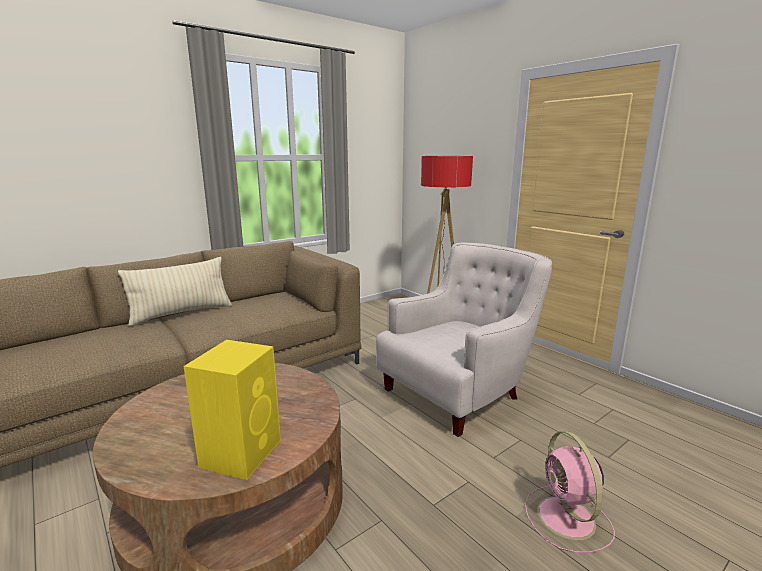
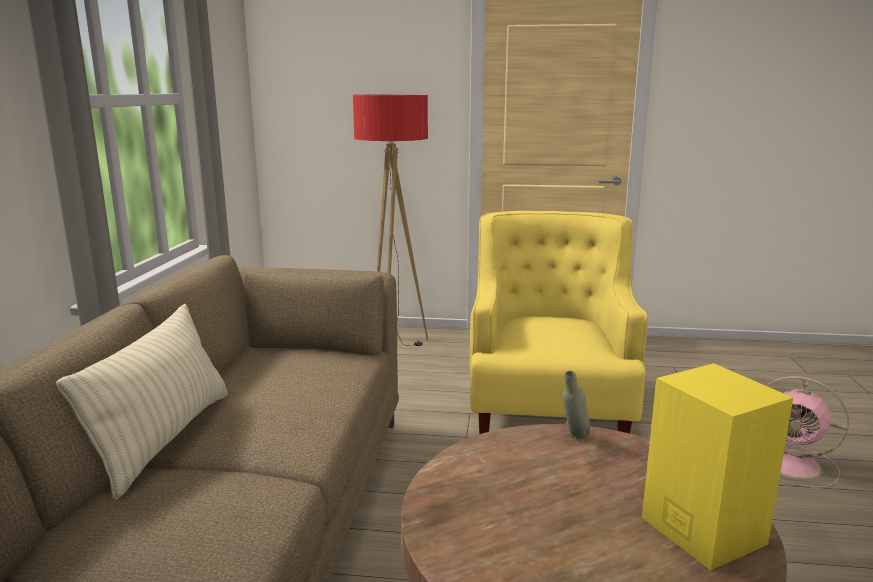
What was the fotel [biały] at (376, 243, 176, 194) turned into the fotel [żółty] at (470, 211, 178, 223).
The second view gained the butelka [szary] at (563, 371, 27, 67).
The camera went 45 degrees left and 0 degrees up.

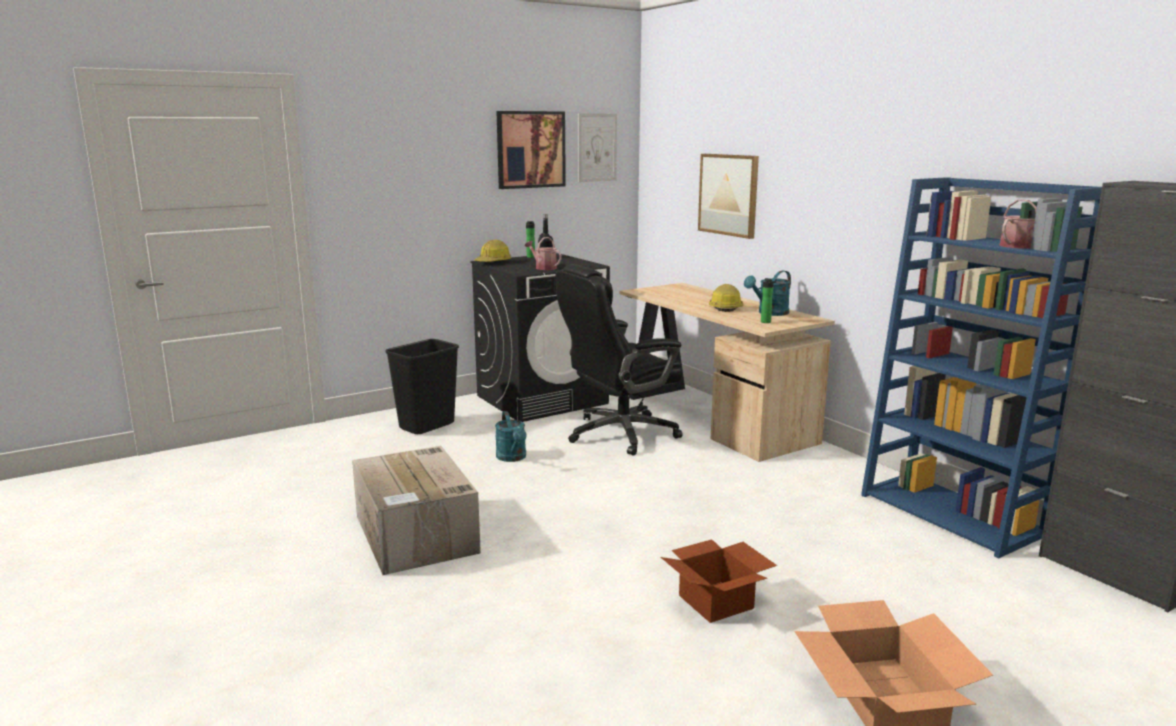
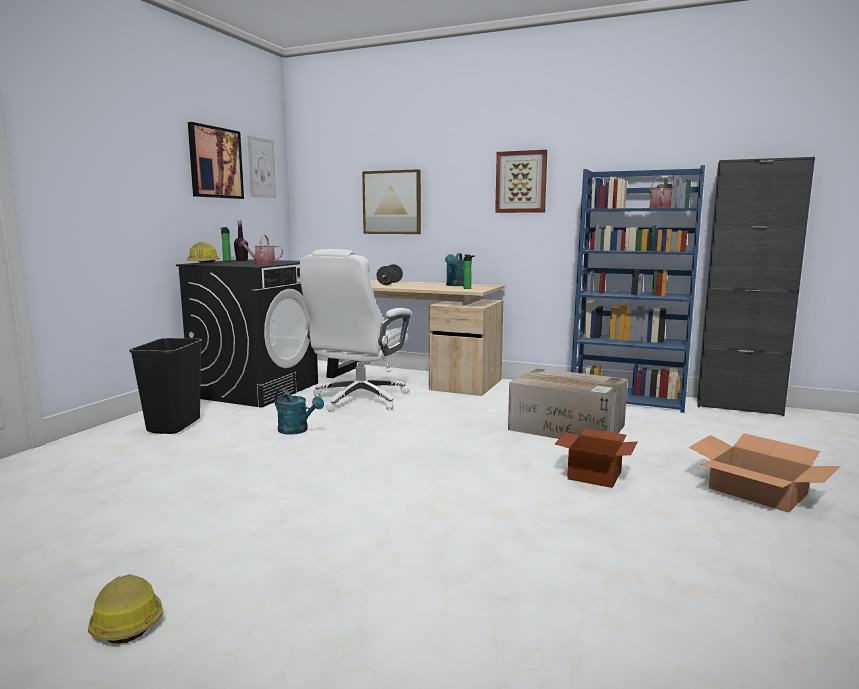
What was the krzesło biurowe [czarny] at (556, 264, 127, 192) turned into the krzesło biurowe [biały] at (300, 249, 112, 163).
The kask ended up elsewhere, having gone from (709, 284, 34, 28) to (88, 574, 75, 70).
The karton ended up elsewhere, having gone from (352, 446, 129, 129) to (508, 368, 120, 71).
The second view gained the obraz at (495, 150, 52, 63).
The second view gained the hantel [czarny] at (377, 264, 26, 21).
The camera went 35 degrees left and 5 degrees down.

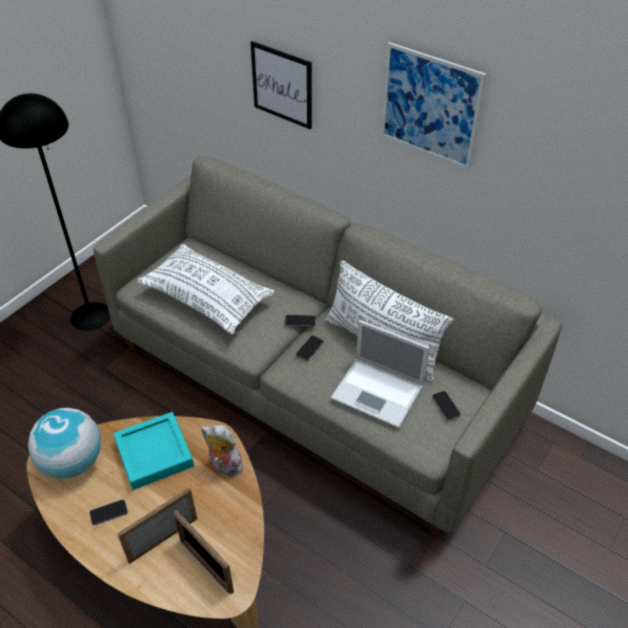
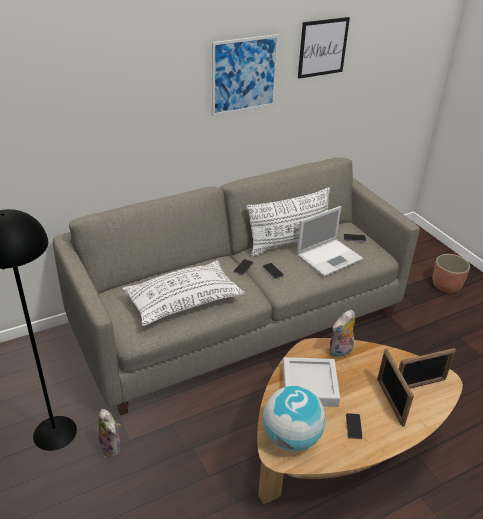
The obraz ended up elsewhere, having gone from (250, 41, 62, 88) to (298, 17, 52, 62).
What was the taca [turkusowy] at (113, 412, 81, 78) turned into the taca [szary] at (283, 357, 57, 50).
The second view gained the donica at (433, 254, 37, 39).
The second view gained the pluszak at (98, 409, 23, 48).
The camera went 65 degrees left and 10 degrees down.

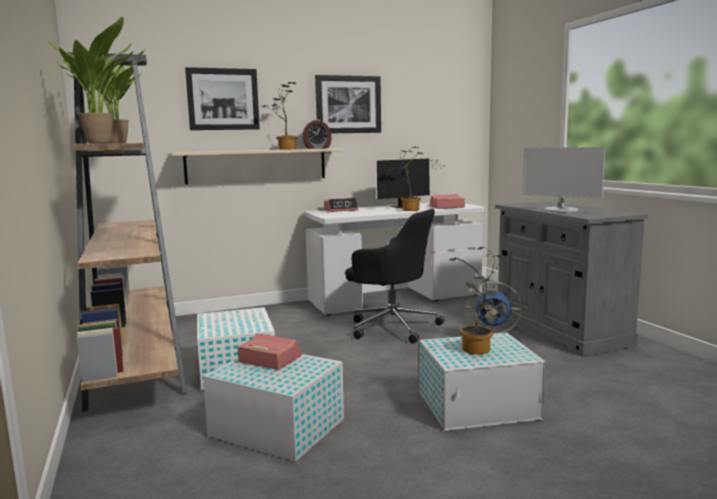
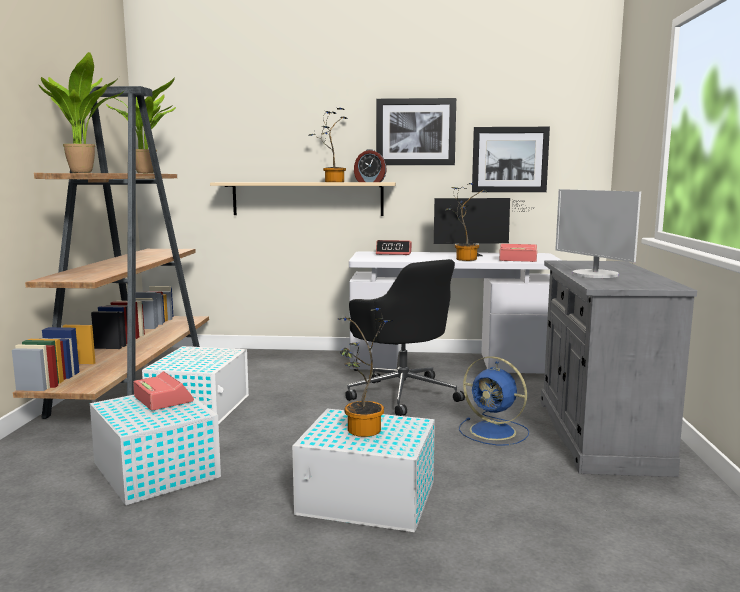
The obraz ended up elsewhere, having gone from (185, 67, 75, 63) to (472, 127, 78, 65).
The camera went 25 degrees right and 0 degrees up.

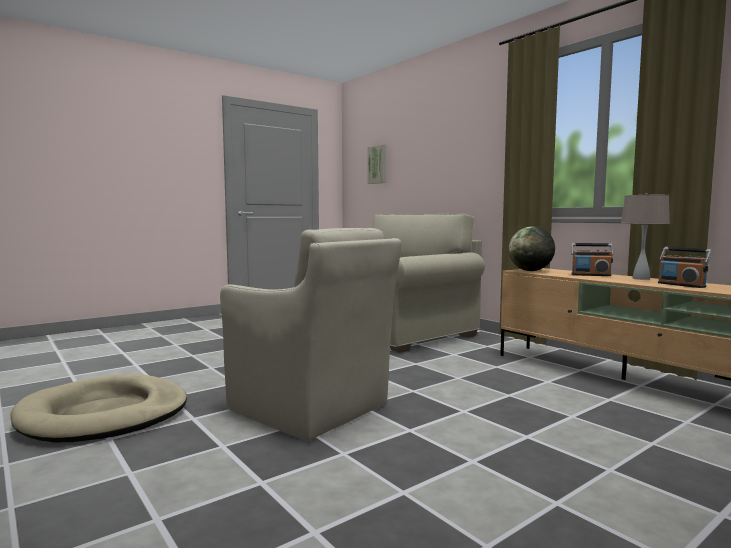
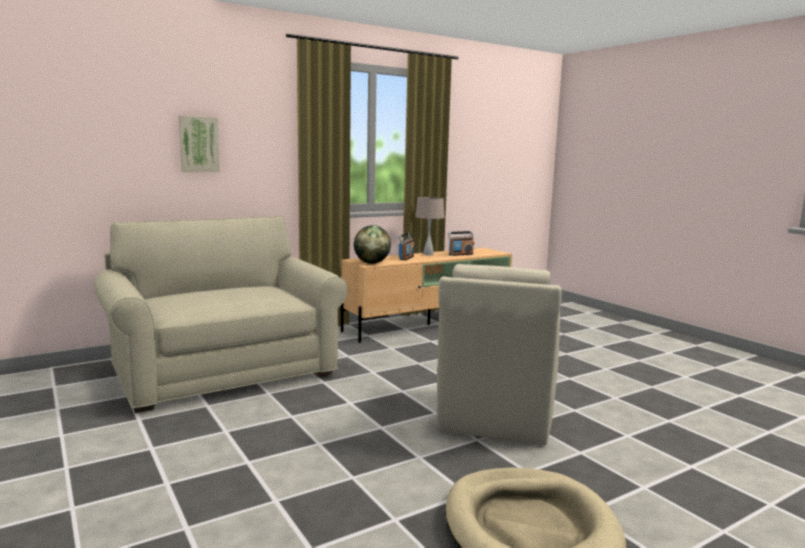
The obraz ended up elsewhere, having gone from (368, 144, 18, 40) to (179, 116, 41, 56).
The fotel [beżowy] at (220, 228, 181, 213) ended up facing another way, 150 degrees clockwise from before.
The camera went 85 degrees left and 5 degrees up.

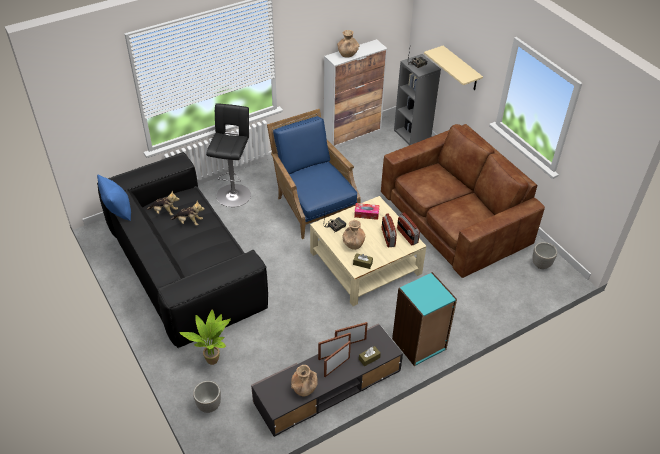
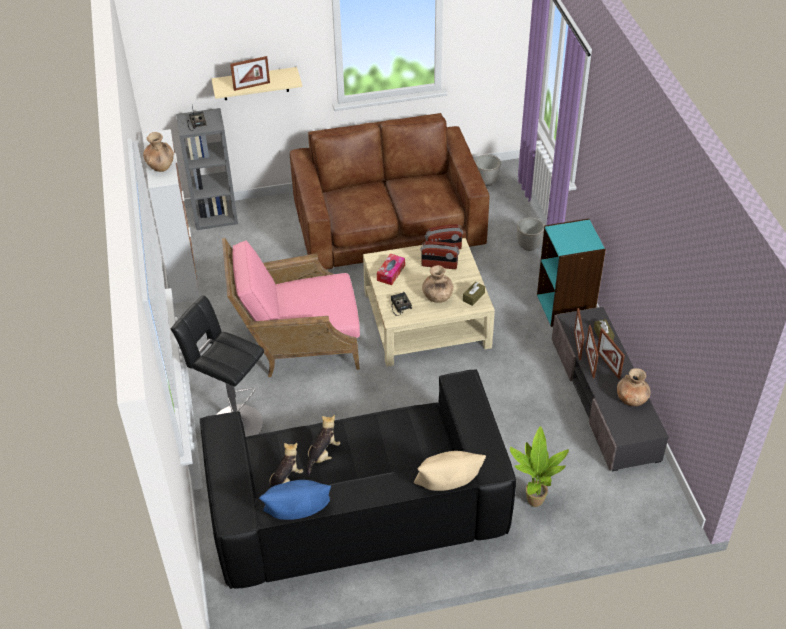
What was the fotel [niebieski] at (267, 109, 94, 130) turned into the fotel [różowy] at (222, 238, 138, 139).
The donica ended up elsewhere, having gone from (193, 381, 28, 32) to (517, 217, 27, 34).
The second view gained the ramka na zdjęcie at (230, 56, 40, 35).
The second view gained the poduszka [beżowy] at (414, 451, 72, 40).
The camera went 70 degrees left and 0 degrees up.

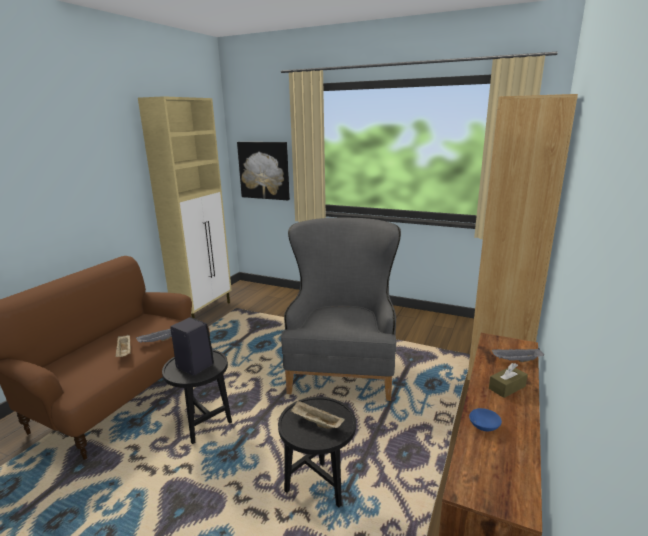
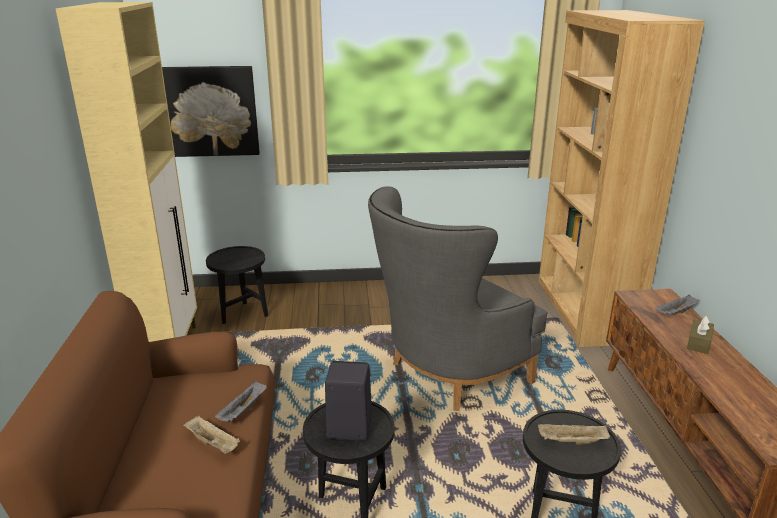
The fotel [szary] at (281, 218, 120, 183) ended up facing another way, 105 degrees counterclockwise from before.
The second view lost the miska [niebieski] at (469, 408, 33, 23).
The second view gained the stolik [czarny] at (206, 246, 62, 78).
The camera went 30 degrees left and 5 degrees up.

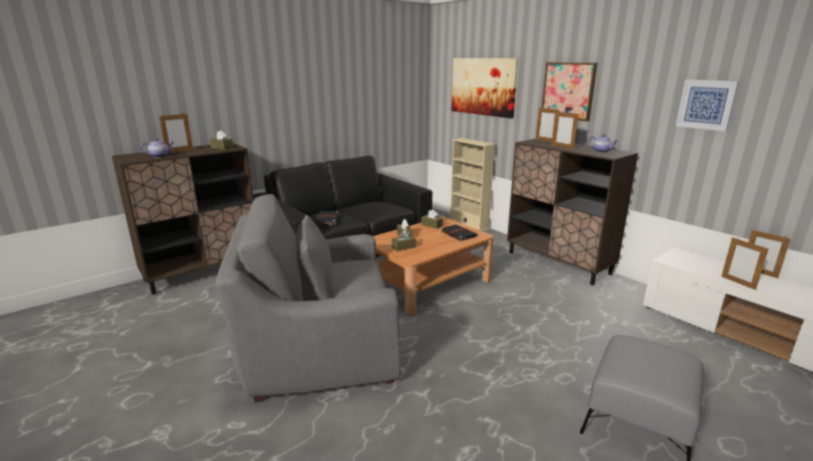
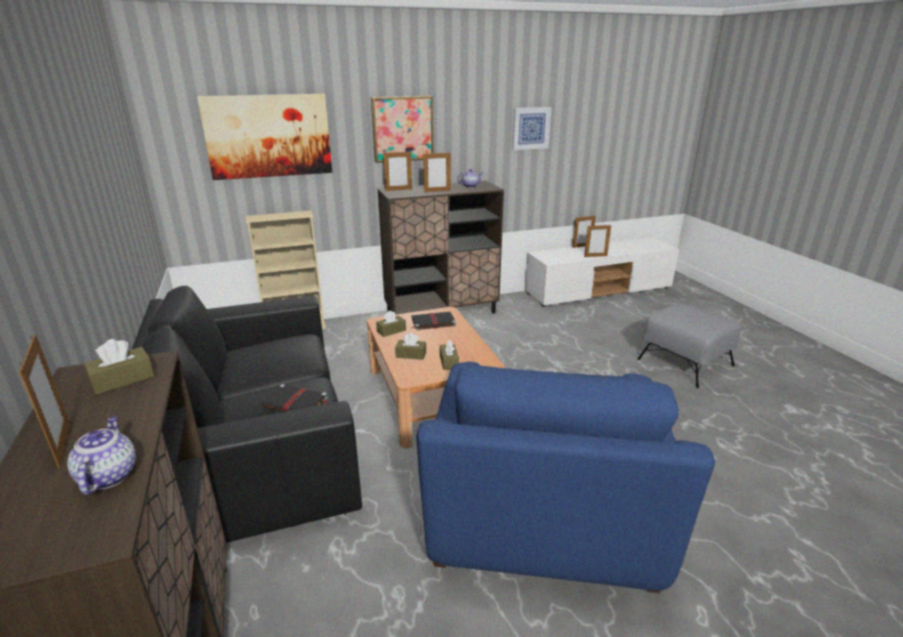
What was the fotel [szary] at (216, 194, 184, 209) turned into the fotel [niebieski] at (417, 362, 298, 231).
The camera went 70 degrees left and 5 degrees up.

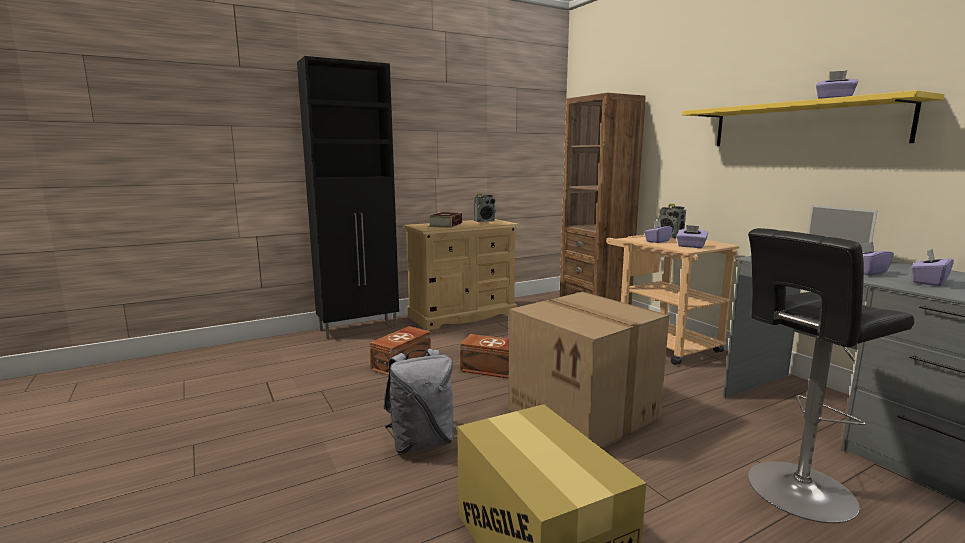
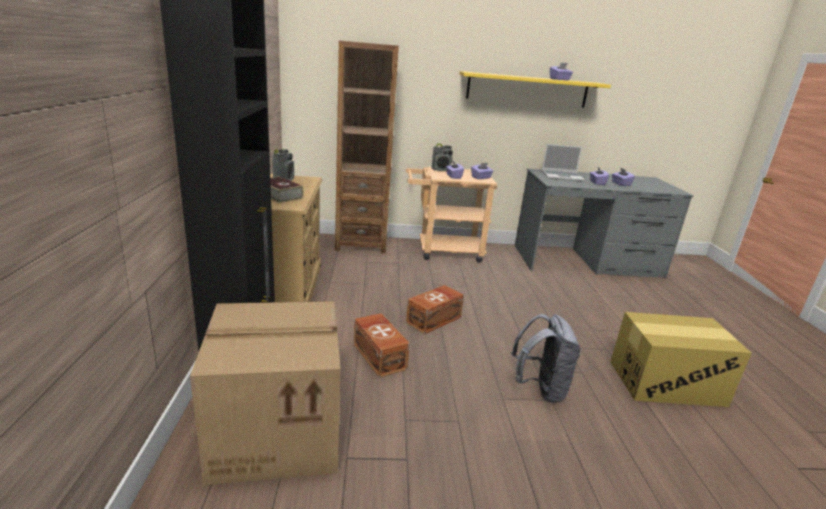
The second view lost the stołek [czarny] at (748, 228, 166, 295).
The karton ended up elsewhere, having gone from (508, 292, 161, 157) to (190, 301, 150, 184).
The camera went 65 degrees left and 10 degrees up.

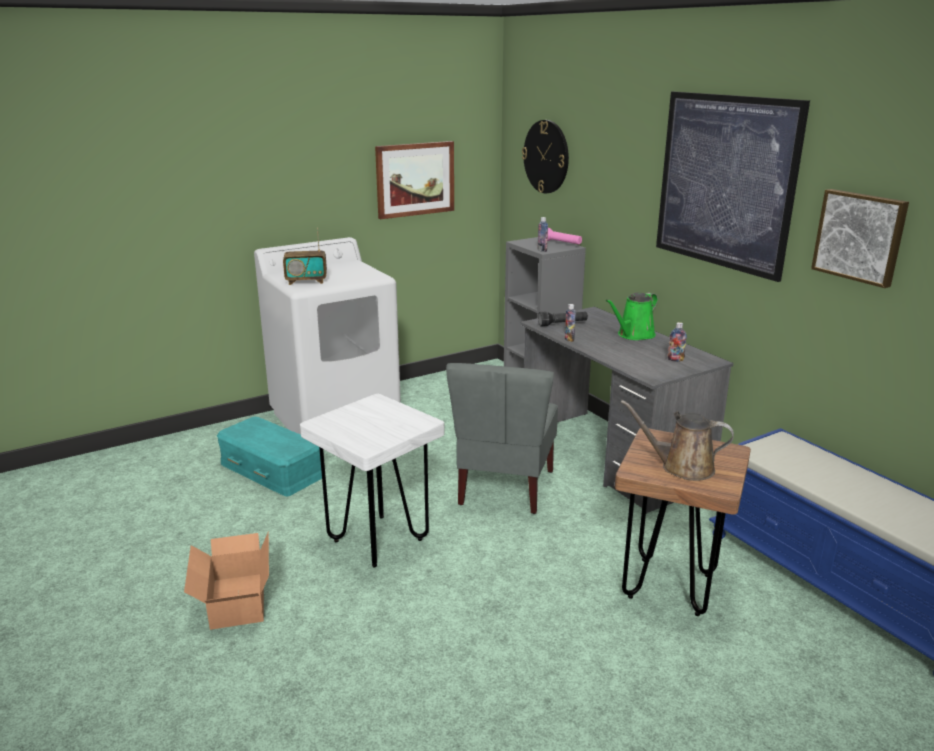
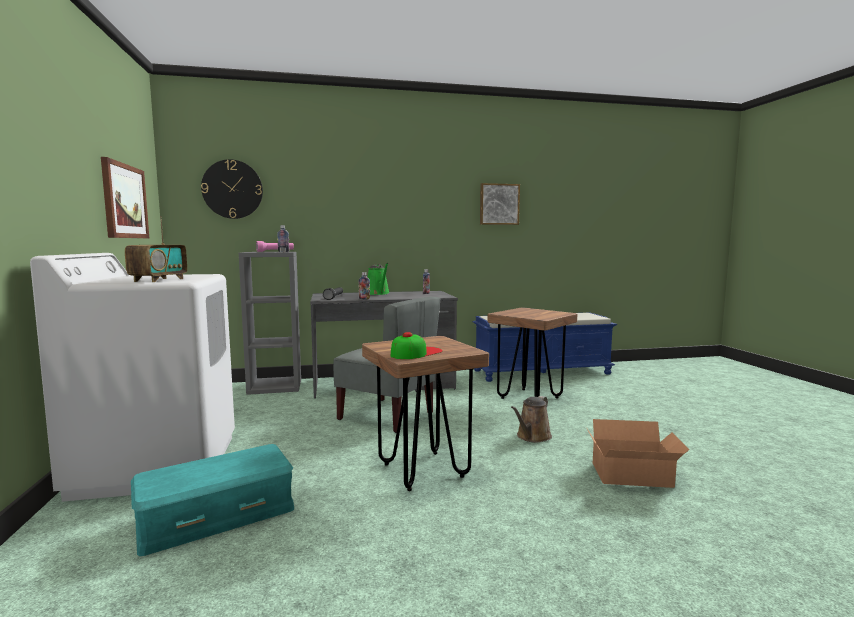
The second view lost the obraz at (656, 92, 154, 190).
What was the stołek [biały] at (300, 394, 145, 173) turned into the stołek [brązowy] at (362, 336, 127, 155).
The konewka [brązowy] ended up elsewhere, having gone from (621, 400, 113, 81) to (511, 396, 41, 47).
The karton ended up elsewhere, having gone from (184, 531, 85, 99) to (587, 419, 102, 69).
The second view gained the czapka z daszkiem at (391, 332, 52, 27).
The camera went 70 degrees left and 15 degrees down.

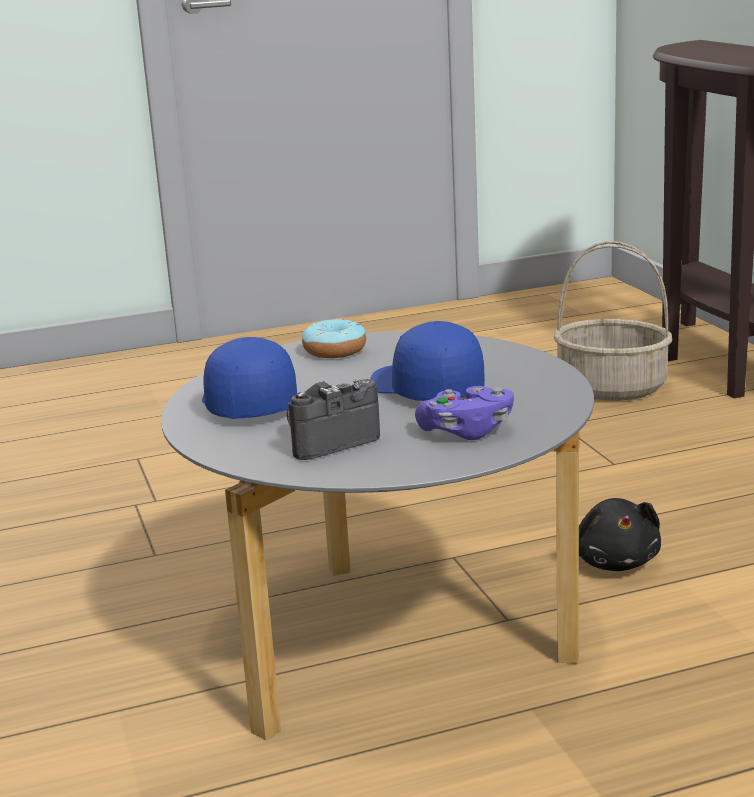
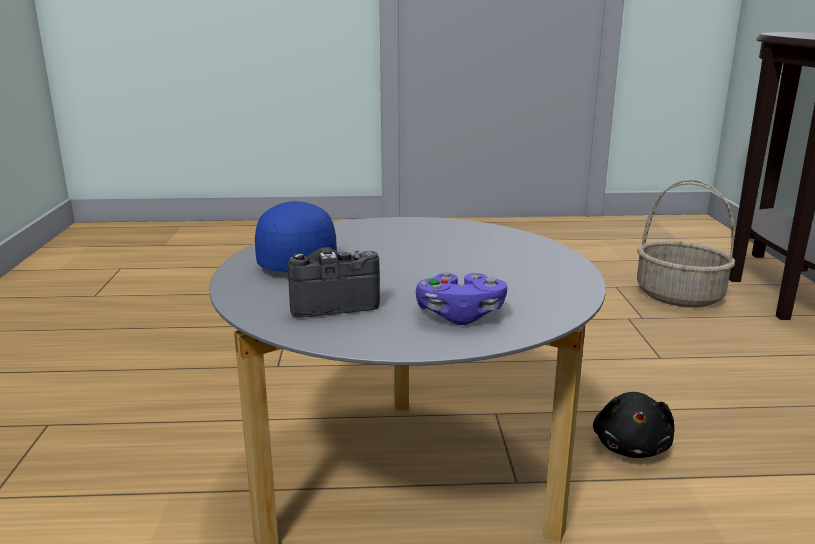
The second view lost the donut at (302, 319, 64, 39).
The second view lost the czapka z daszkiem [niebieski] at (370, 321, 115, 80).
The camera went 15 degrees right and 0 degrees up.

